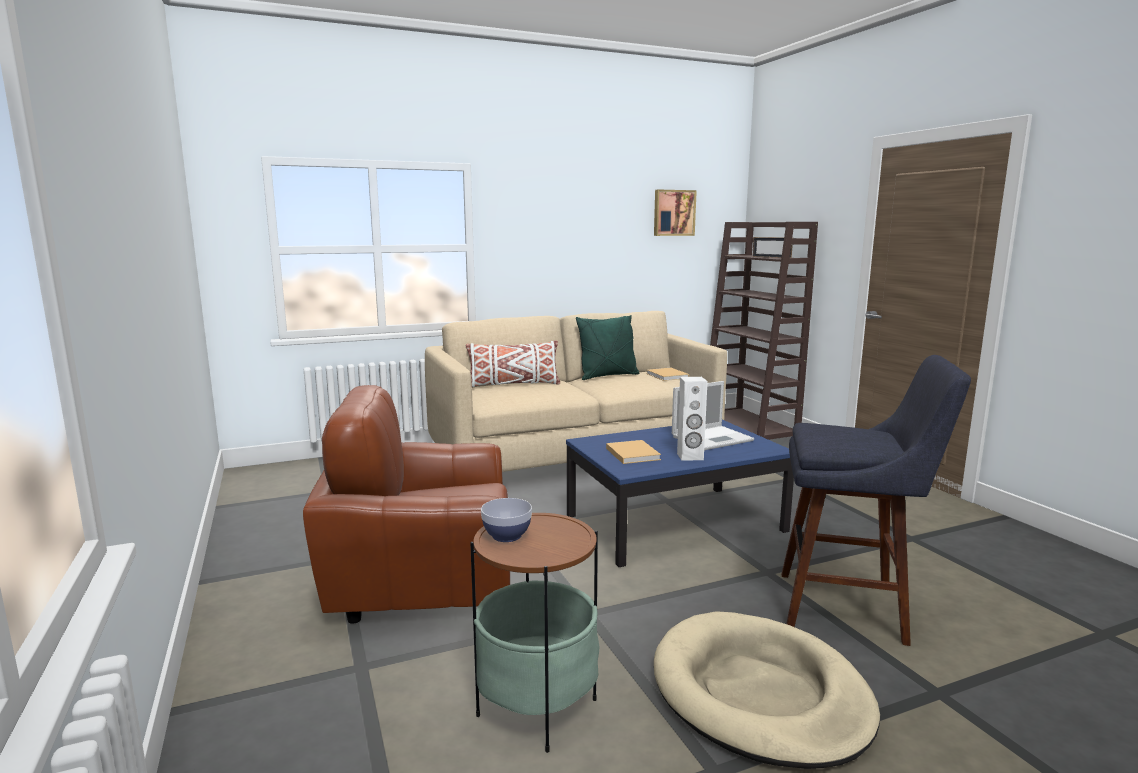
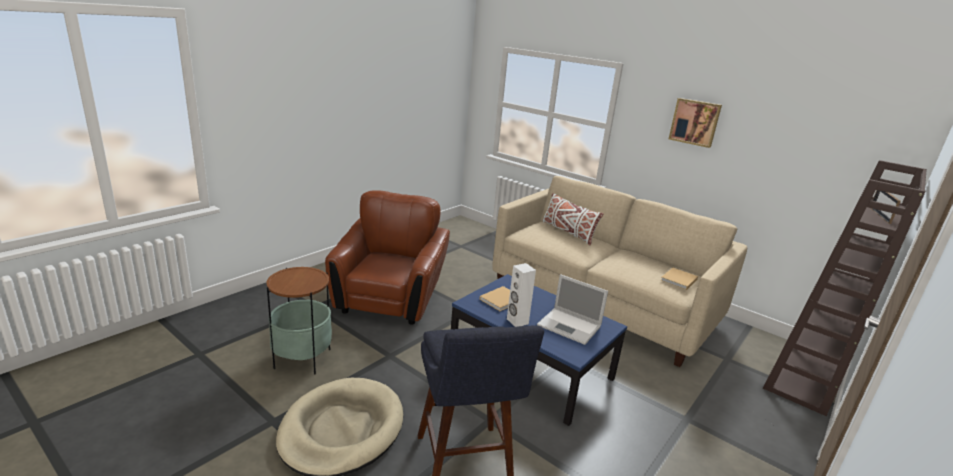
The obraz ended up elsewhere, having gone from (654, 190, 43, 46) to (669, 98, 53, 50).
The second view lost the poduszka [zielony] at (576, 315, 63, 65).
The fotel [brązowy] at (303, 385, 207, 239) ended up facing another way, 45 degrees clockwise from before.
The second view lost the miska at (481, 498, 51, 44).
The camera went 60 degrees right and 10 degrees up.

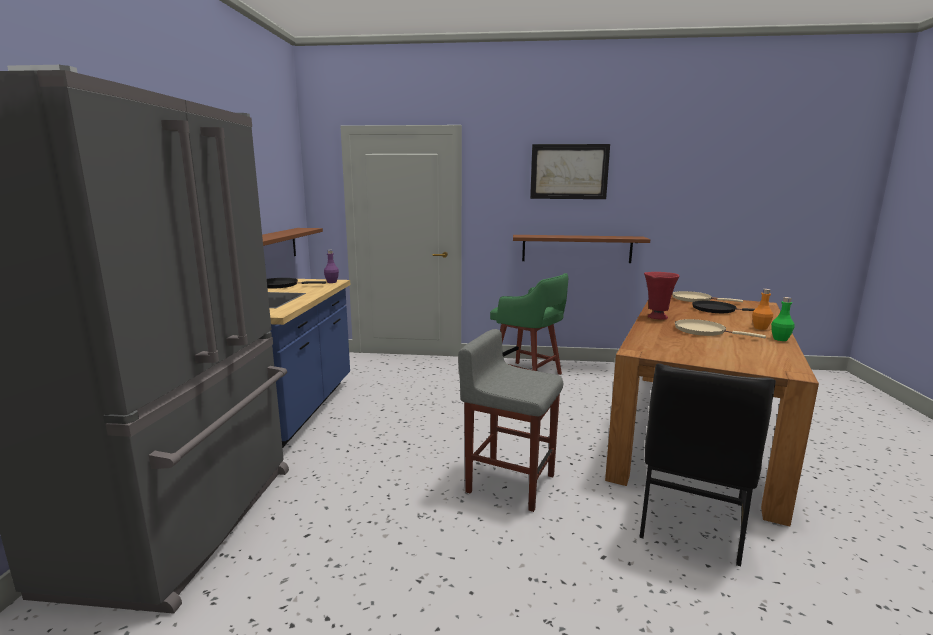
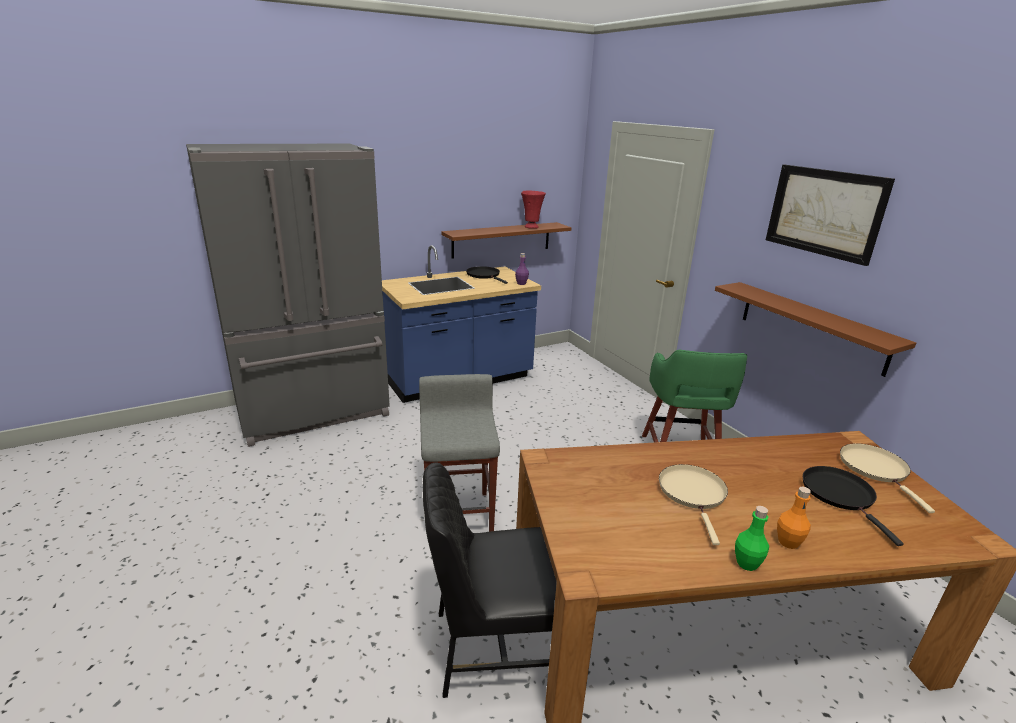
The wazon [czerwony] ended up elsewhere, having gone from (644, 272, 35, 48) to (521, 190, 25, 39).
The camera went 55 degrees right and 10 degrees up.

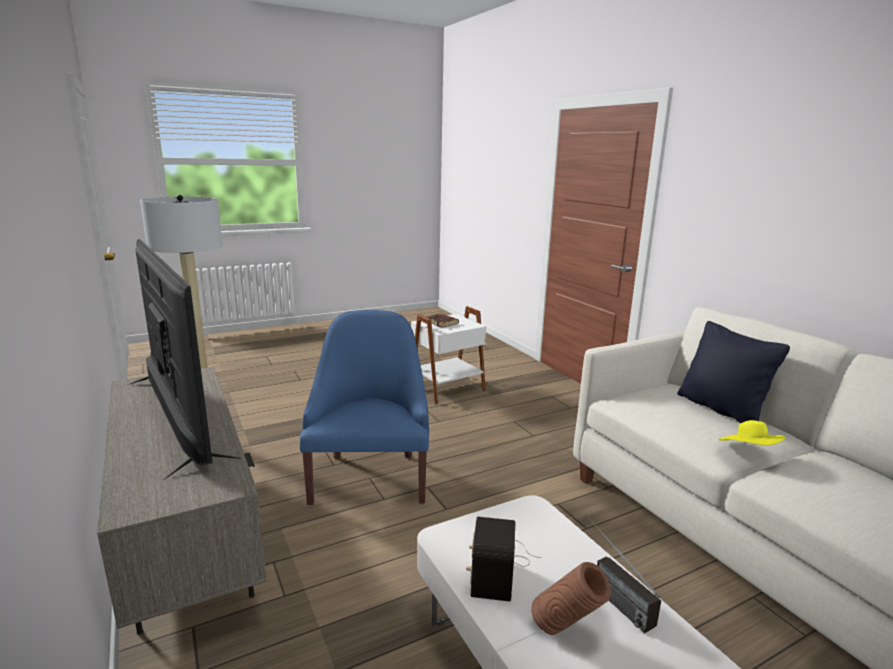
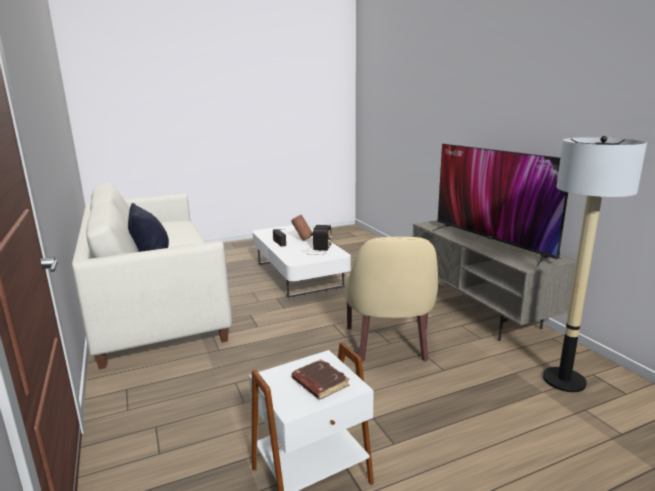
What was the fotel [niebieski] at (300, 310, 129, 195) turned into the fotel [beżowy] at (345, 237, 93, 125).
The second view lost the kapelusz [żółty] at (718, 420, 68, 25).
The camera went 175 degrees left and 0 degrees up.

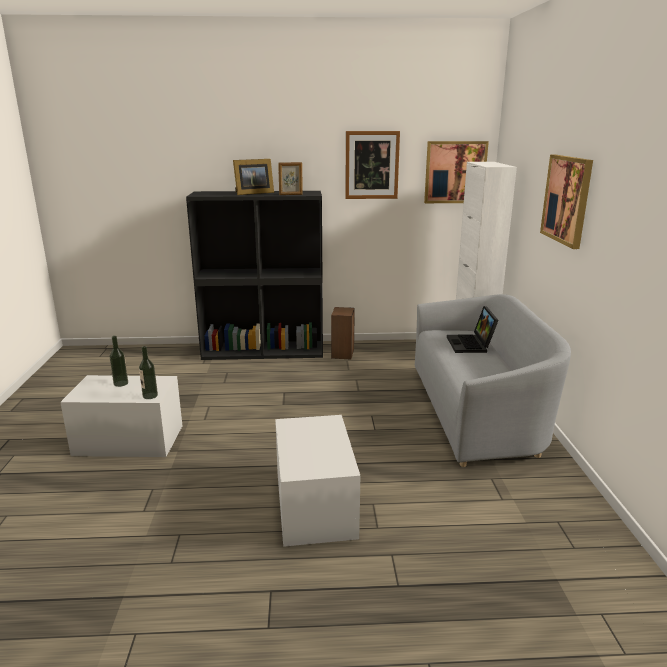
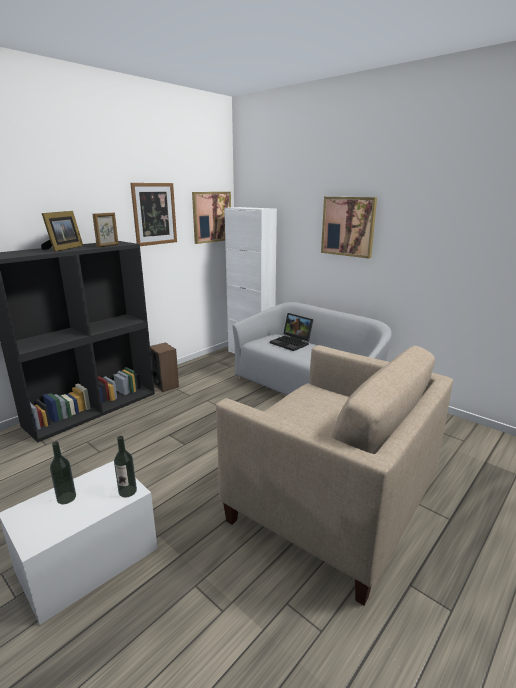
Where the pojemnik do przechowywania [biały] stood at (275, 415, 85, 132), the fotel [beżowy] came to stand at (216, 345, 237, 261).
The camera went 45 degrees left and 0 degrees up.

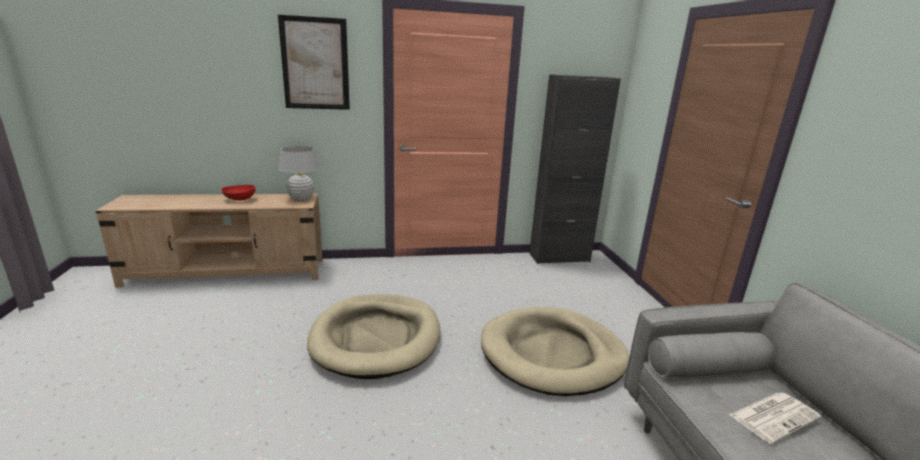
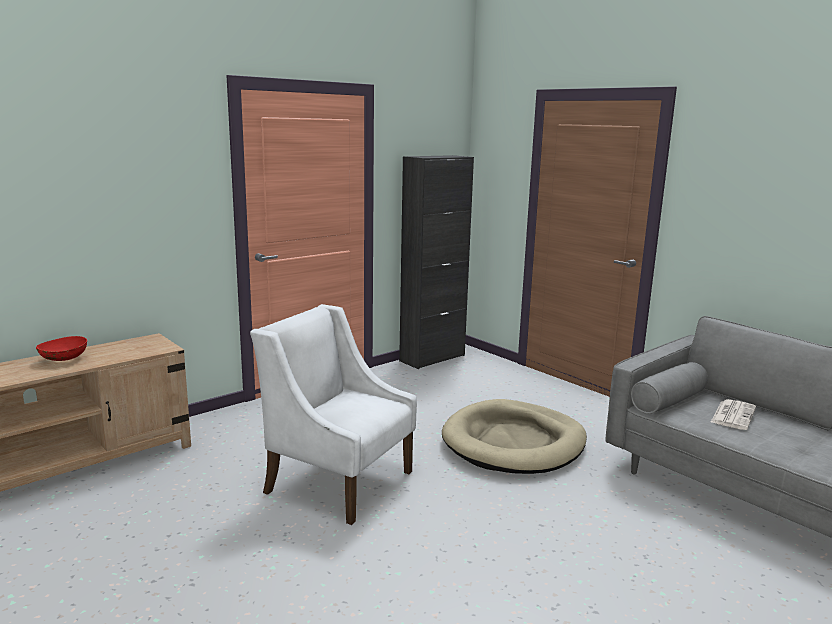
The second view lost the obraz at (278, 14, 72, 96).
The second view lost the lampa stołowa [biały] at (278, 146, 41, 55).
Where the legowisko [beżowy] stood at (307, 294, 133, 85), the fotel [biały] came to stand at (250, 304, 167, 221).
The camera went 30 degrees left and 5 degrees down.

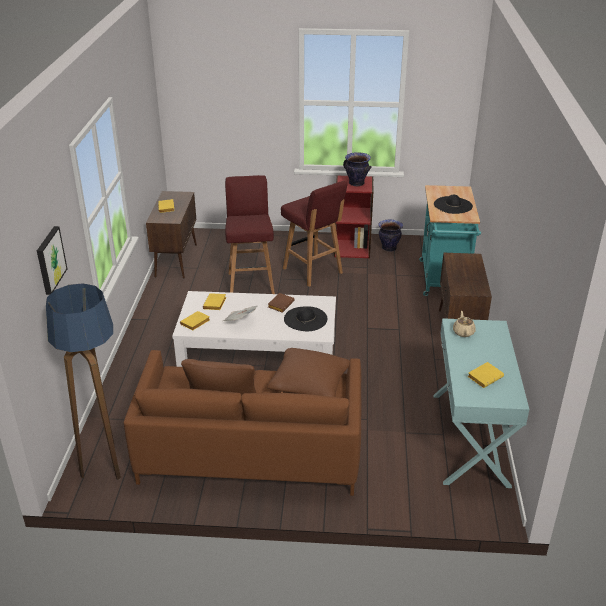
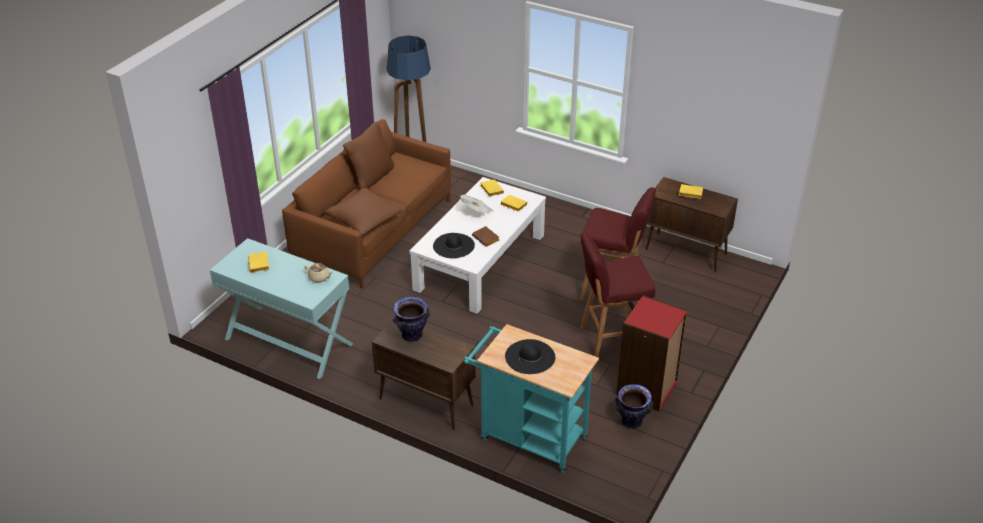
The wazon ended up elsewhere, having gone from (343, 152, 29, 34) to (393, 297, 37, 45).
The second view lost the obraz at (37, 226, 30, 69).
The camera went 115 degrees right and 5 degrees up.

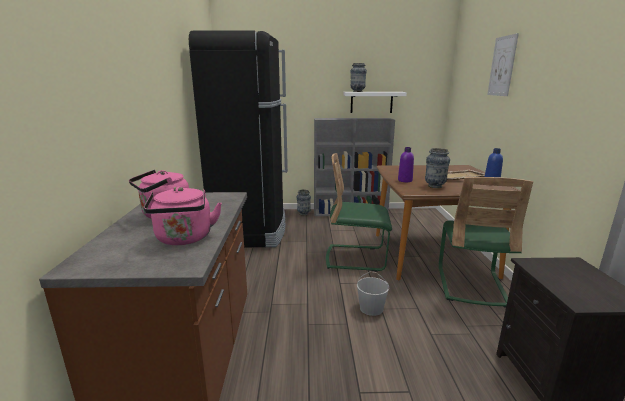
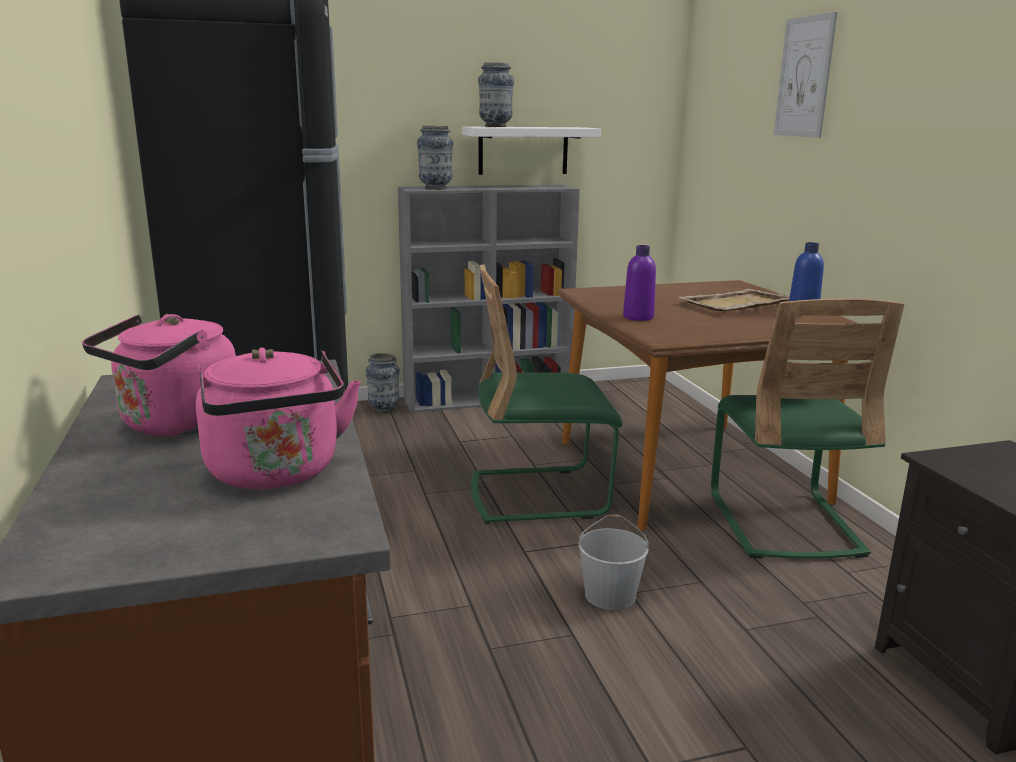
The wazon ended up elsewhere, having gone from (425, 148, 25, 40) to (417, 126, 36, 64).
The camera went 15 degrees left and 0 degrees up.

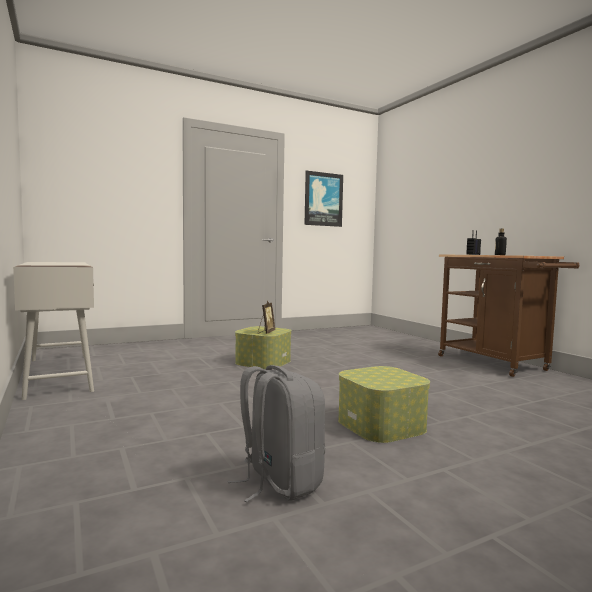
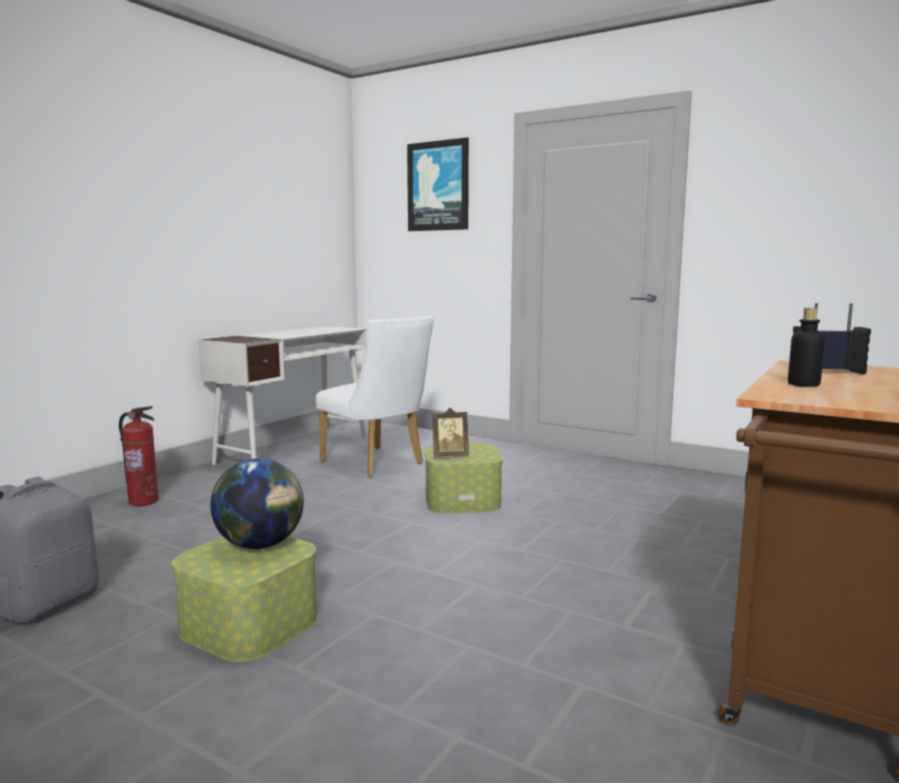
The obraz ended up elsewhere, having gone from (304, 171, 39, 56) to (407, 137, 62, 94).
The second view gained the krzesło [biały] at (316, 316, 118, 161).
The second view gained the gaśnica at (119, 406, 39, 100).
The second view gained the globus at (210, 458, 94, 91).
The camera went 60 degrees right and 5 degrees up.

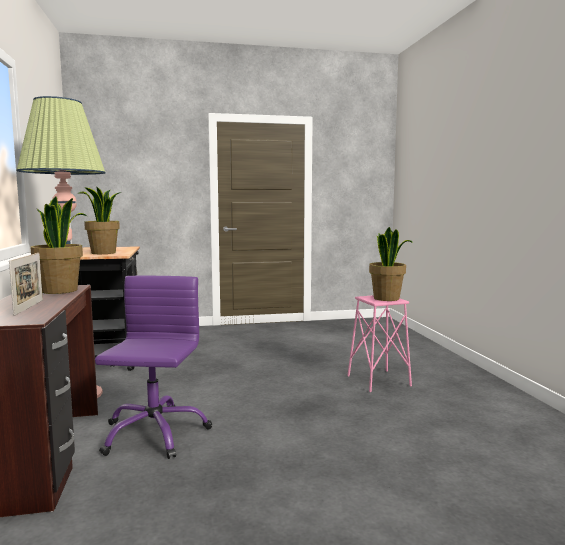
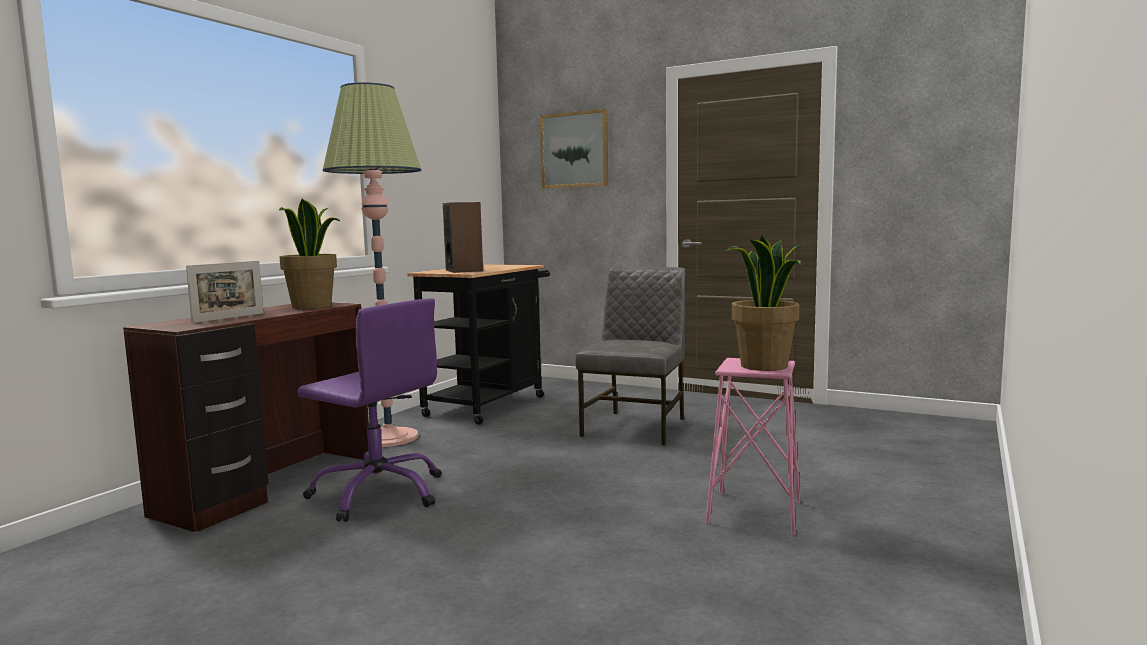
Where the roślina doniczkowa stood at (78, 186, 43, 68), the głośnik came to stand at (443, 202, 40, 71).
The krzesło biurowe [fioletowy] at (95, 276, 117, 183) ended up facing another way, 75 degrees clockwise from before.
The second view gained the obraz at (540, 109, 68, 80).
The second view gained the krzesło [szary] at (575, 266, 110, 179).
The camera went 40 degrees right and 0 degrees up.

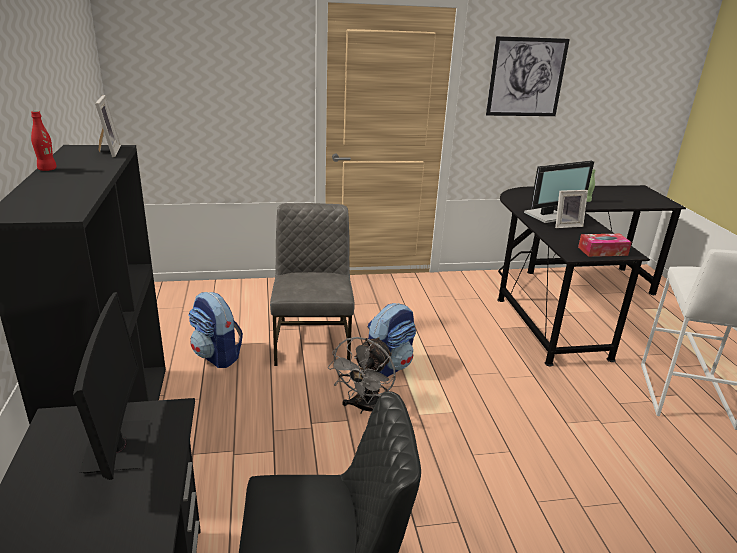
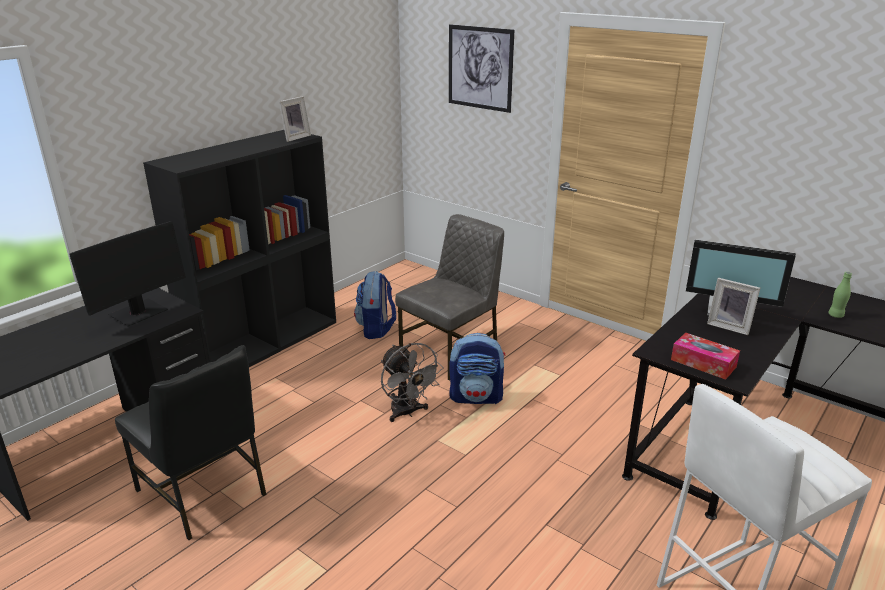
The obraz ended up elsewhere, having gone from (486, 36, 84, 80) to (449, 24, 65, 89).
The second view lost the butelka [czerwony] at (31, 111, 26, 60).
The wentylator [szary] at (328, 337, 68, 77) ended up facing another way, 105 degrees counterclockwise from before.
The camera went 50 degrees right and 0 degrees up.

